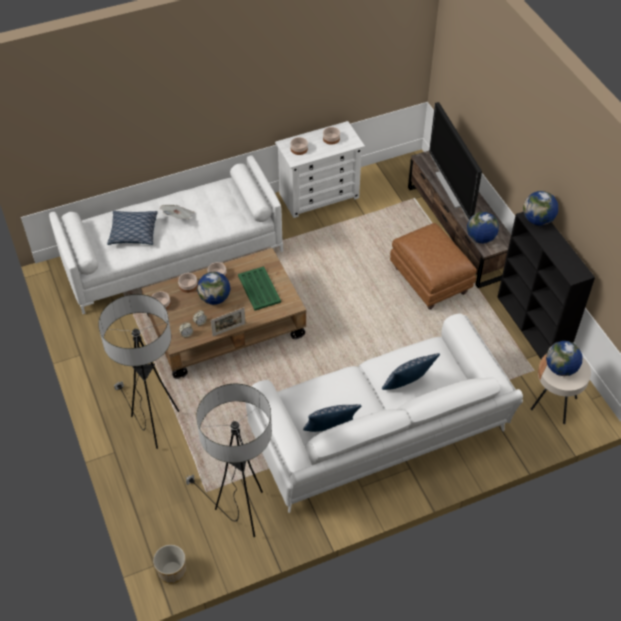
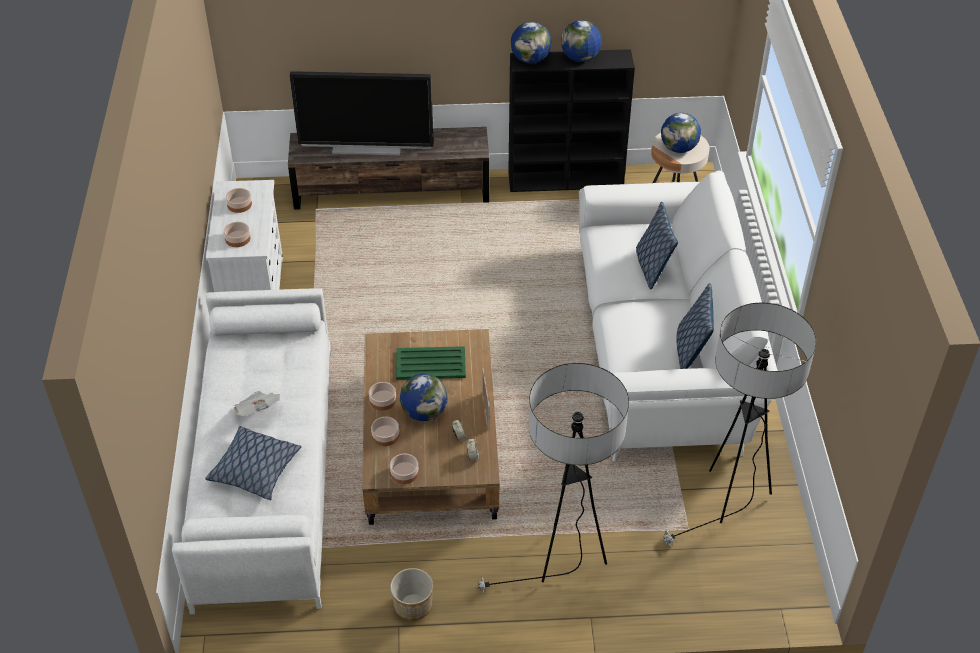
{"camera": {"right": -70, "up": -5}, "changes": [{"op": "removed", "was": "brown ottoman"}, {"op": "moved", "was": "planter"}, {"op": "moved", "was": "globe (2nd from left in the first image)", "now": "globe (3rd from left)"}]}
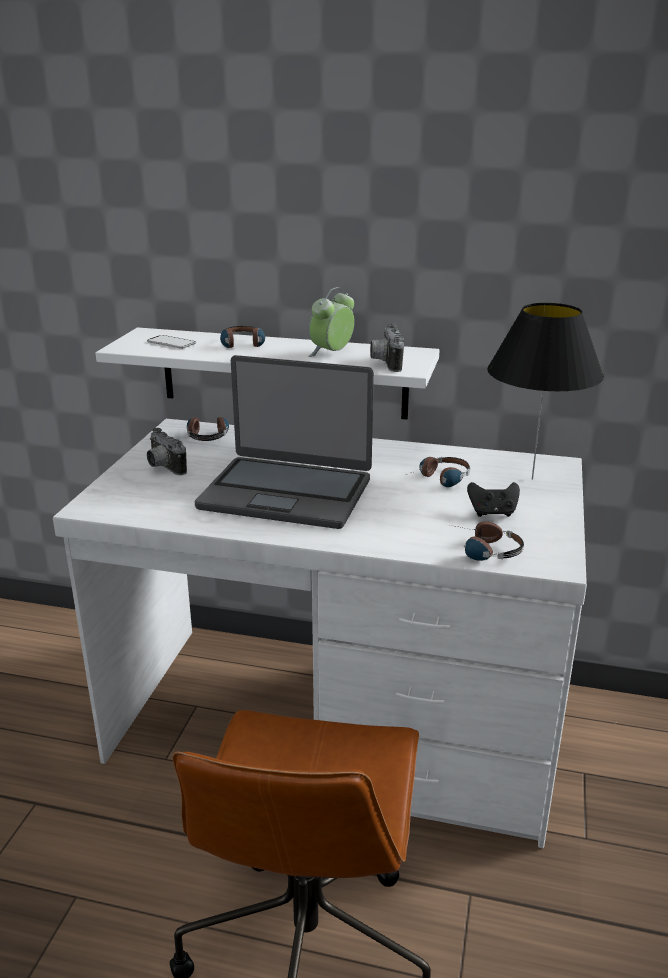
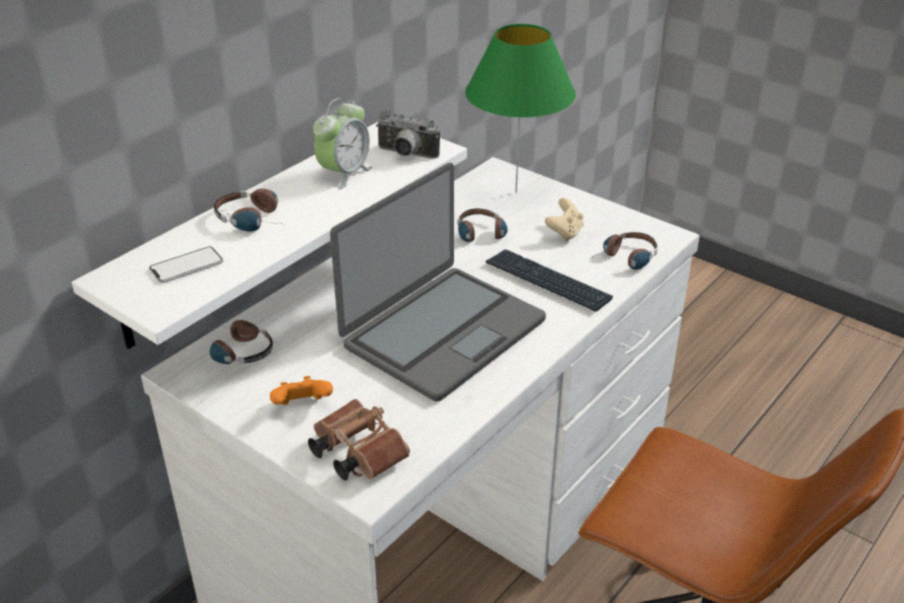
{"camera": {"right": -65, "up": 10}, "changes": [{"op": "added", "now": "brown binoculars"}, {"op": "added", "now": "keyboard"}, {"op": "replaced", "was": "photo camera (1st from left)", "now": "orange game controller"}, {"op": "recoloured", "was": "black game controller", "now": "beige game controller"}, {"op": "recoloured", "was": "black table lamp", "now": "green table lamp"}, {"op": "turned", "was": "alarm clock", "clockwise": -120}]}
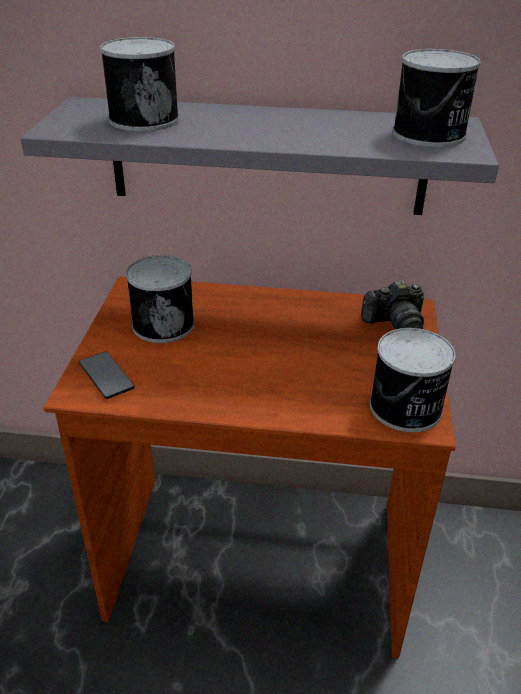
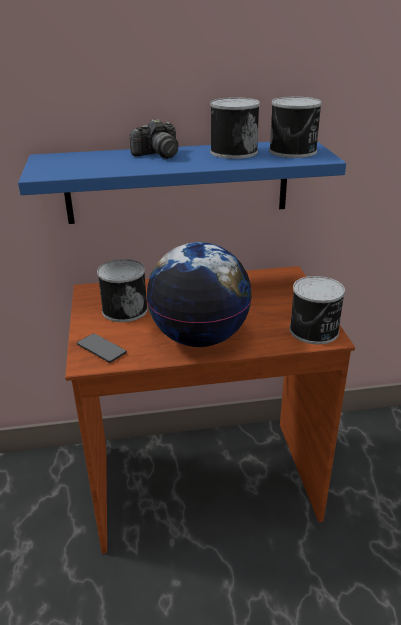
{"camera": {"right": -15, "up": -5}, "changes": [{"op": "added", "now": "globe"}, {"op": "moved", "was": "can (1st from left in the first image)", "now": "can (2nd from left)"}, {"op": "moved", "was": "photo camera"}, {"op": "recoloured", "was": "grey shelf", "now": "blue shelf"}]}
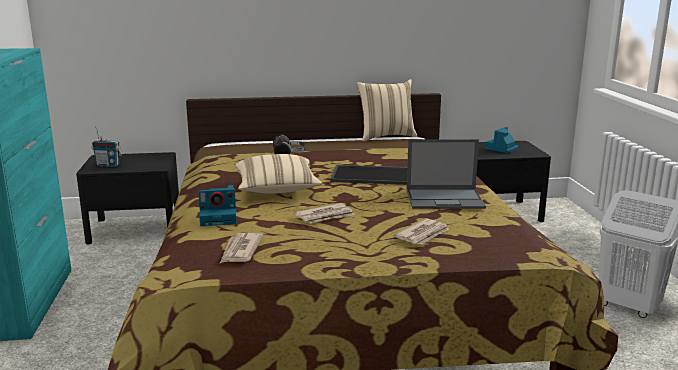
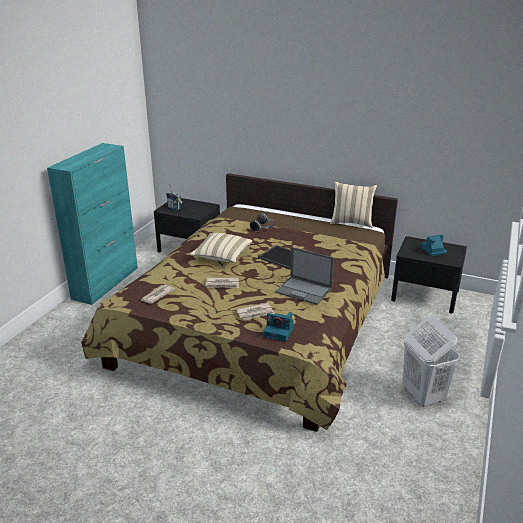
{"camera": {"right": 30, "up": 10}, "changes": [{"op": "moved", "was": "photo camera (1st from left)"}]}
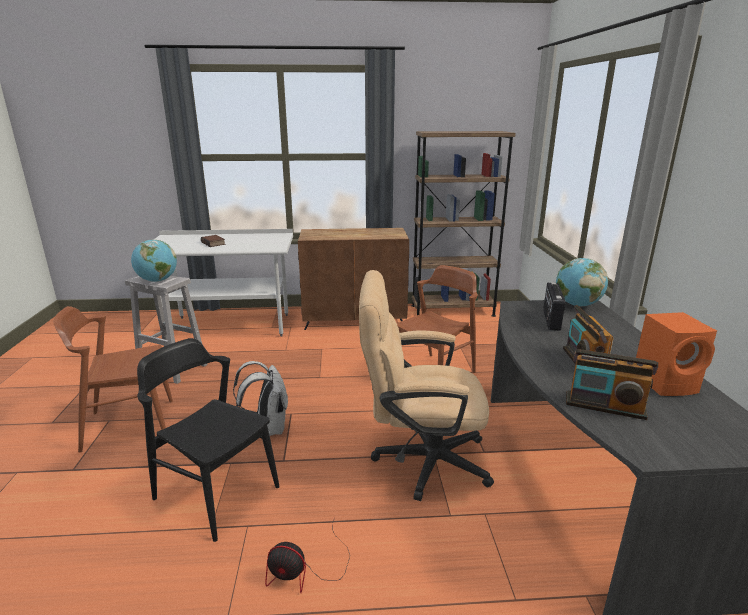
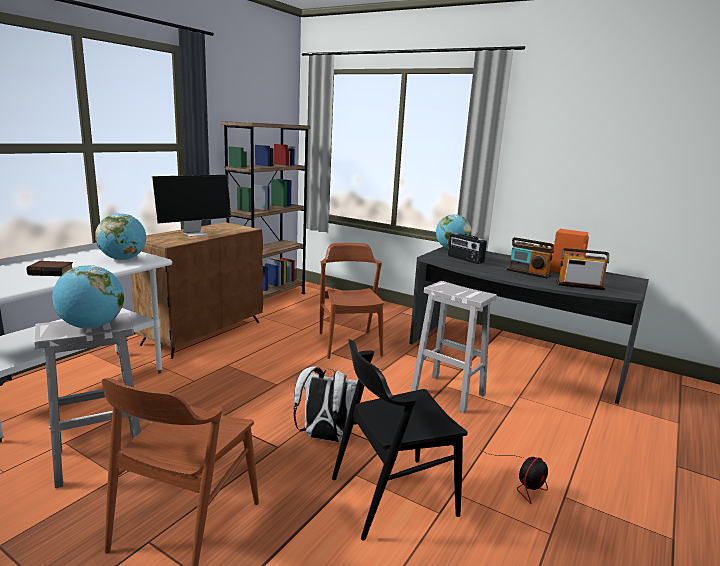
{"camera": {"right": -55, "up": -5}, "changes": [{"op": "added", "now": "globe (2nd from left)"}, {"op": "added", "now": "monitor"}, {"op": "replaced", "was": "beige office chair", "now": "white stool (2nd from left)"}, {"op": "turned", "was": "radio (3rd from left)", "clockwise": -135}]}
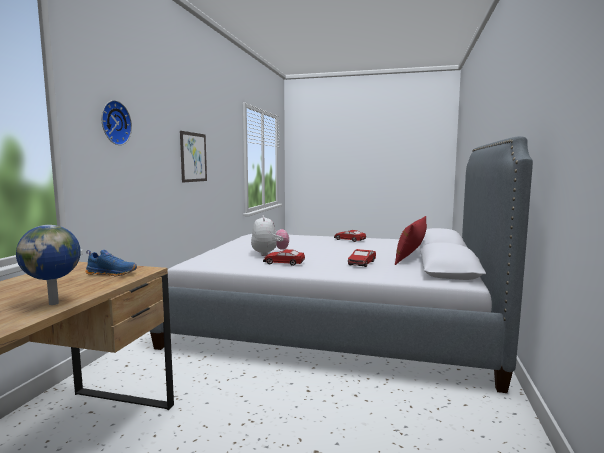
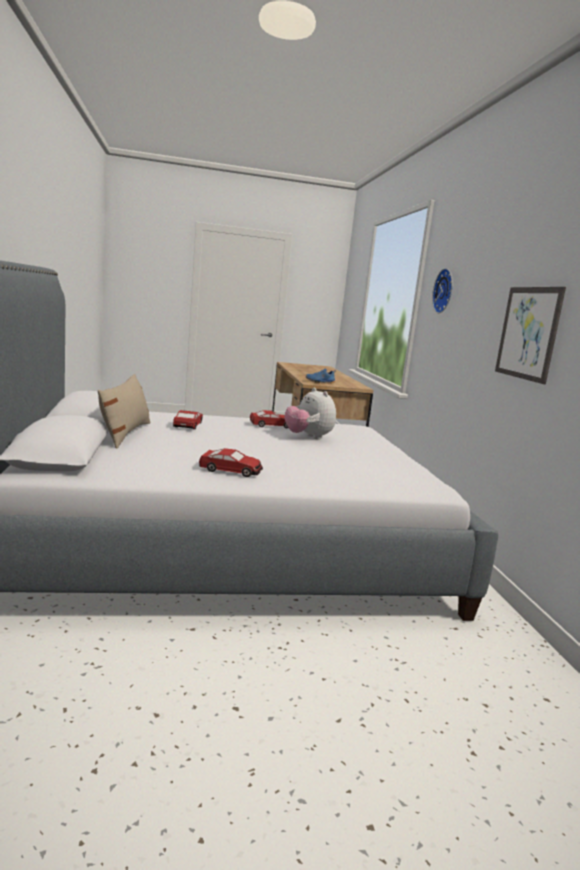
{"camera": {"right": 155, "up": 5}, "changes": [{"op": "removed", "was": "globe"}, {"op": "recoloured", "was": "red pillow", "now": "beige pillow"}]}
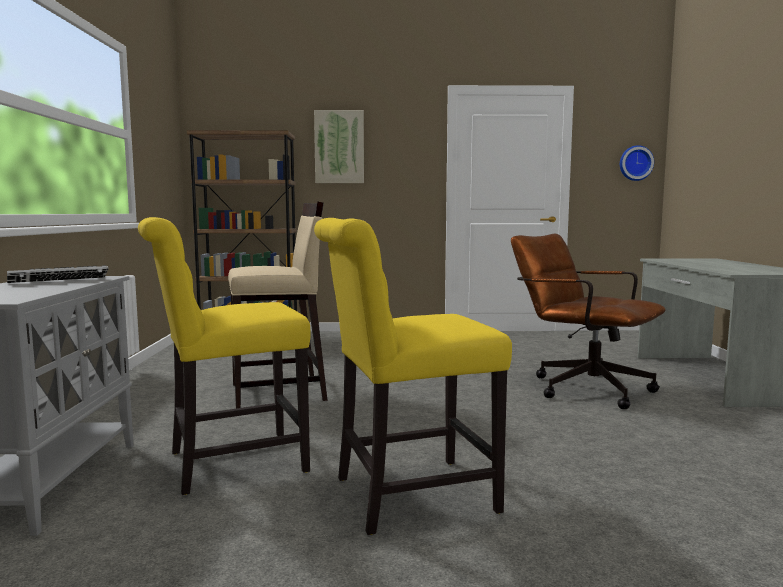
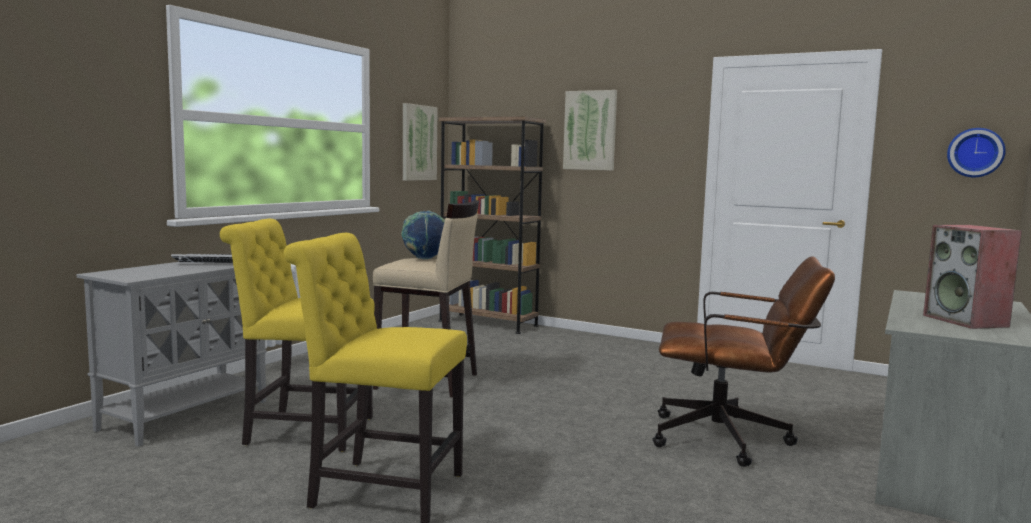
{"camera": {"right": 30, "up": 0}, "changes": [{"op": "added", "now": "globe"}, {"op": "added", "now": "picture (1st from left)"}, {"op": "added", "now": "speaker"}, {"op": "turned", "was": "brown office chair", "clockwise": 120}]}
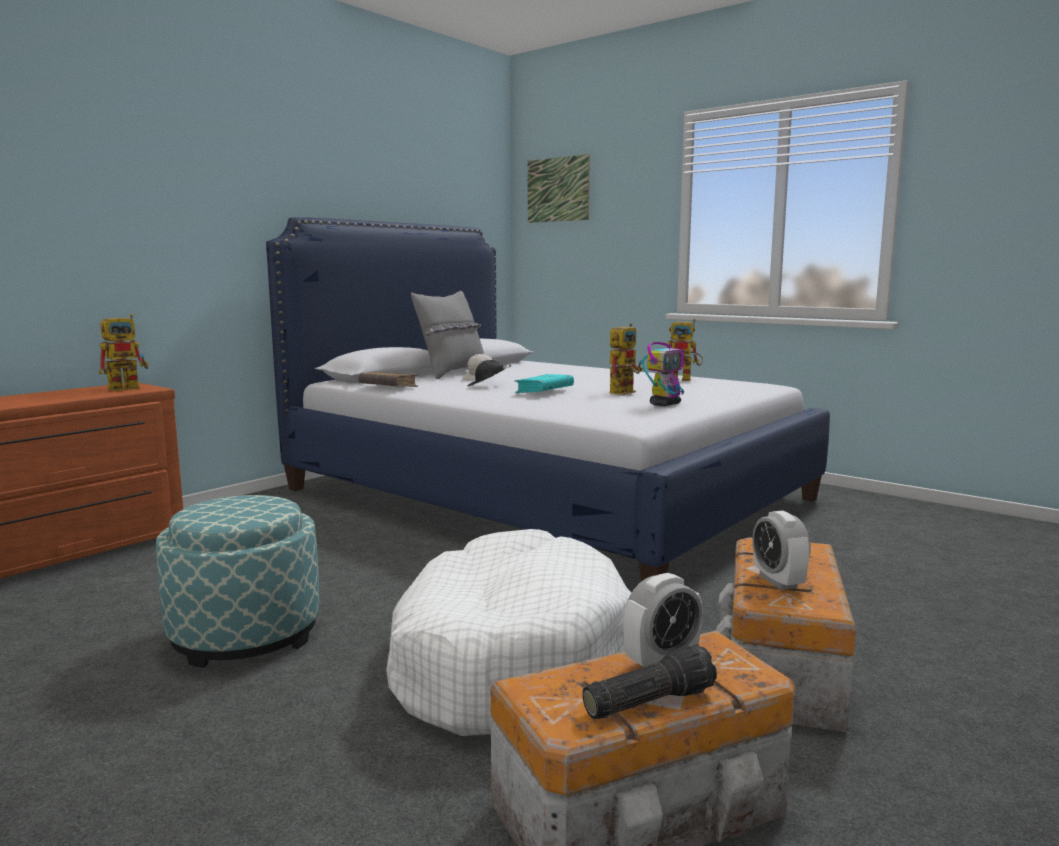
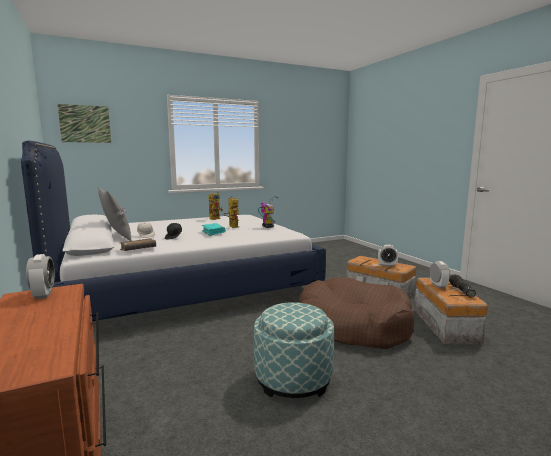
{"camera": {"right": -65, "up": 0}, "changes": [{"op": "replaced", "was": "toy robot (1st from left)", "now": "alarm clock (1st from left)"}, {"op": "recoloured", "was": "white dog bed", "now": "brown dog bed"}]}
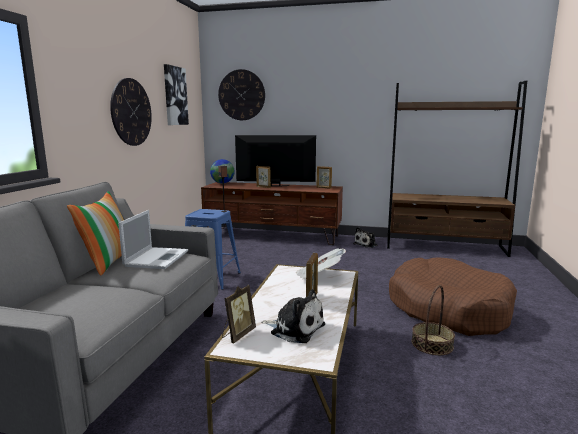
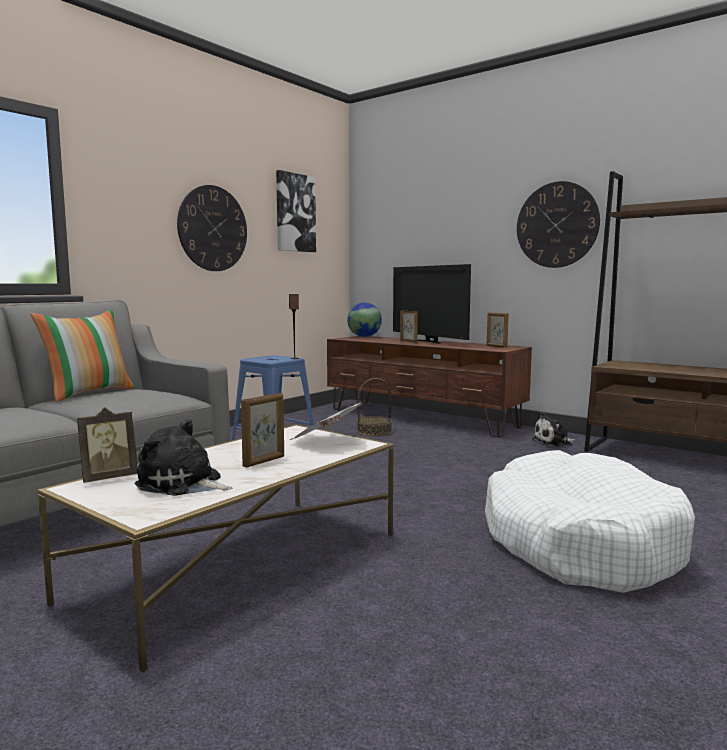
{"camera": {"right": 25, "up": -5}, "changes": [{"op": "removed", "was": "laptop"}, {"op": "moved", "was": "wall clock (2nd from left)"}, {"op": "moved", "was": "basket"}, {"op": "recoloured", "was": "brown dog bed", "now": "white dog bed"}, {"op": "turned", "was": "television", "clockwise": -150}, {"op": "turned", "was": "plush toy (1st from left)", "clockwise": 150}]}
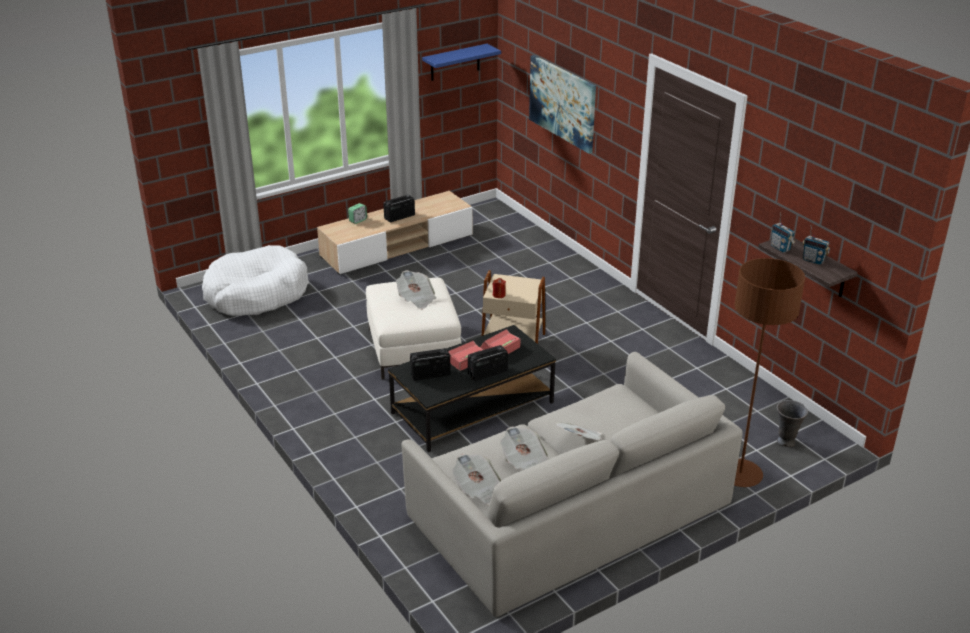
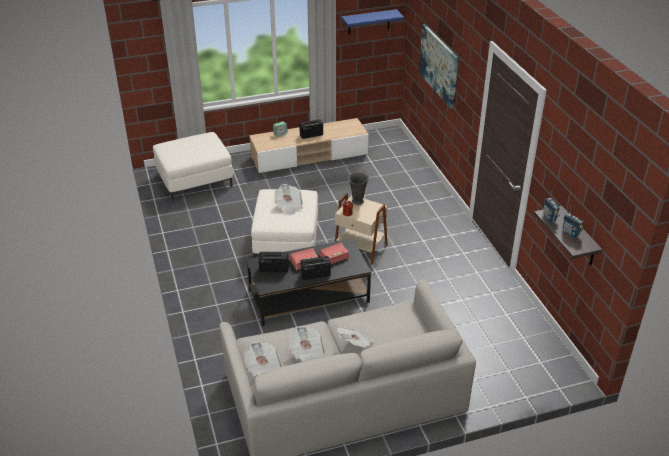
{"camera": {"right": 15, "up": 5}, "changes": [{"op": "removed", "was": "brown floor lamp"}, {"op": "moved", "was": "grey vase"}, {"op": "replaced", "was": "white dog bed", "now": "white ottoman (1st from left)"}]}
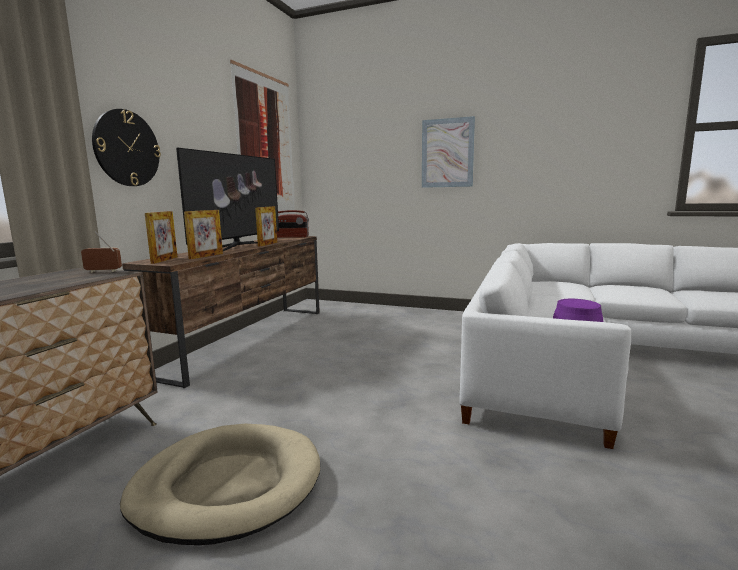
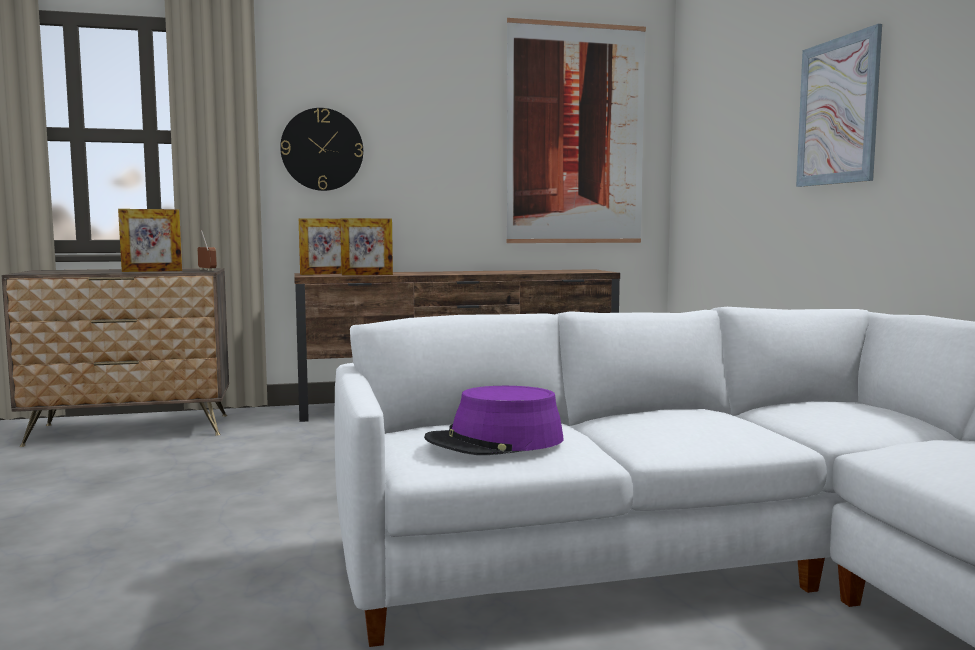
{"camera": {"right": 55, "up": -5}, "changes": [{"op": "removed", "was": "beige dog bed"}, {"op": "removed", "was": "television"}, {"op": "removed", "was": "radio (2nd from left)"}, {"op": "moved", "was": "picture frame (3rd from left in the first image)", "now": "picture frame (1st from left)"}]}
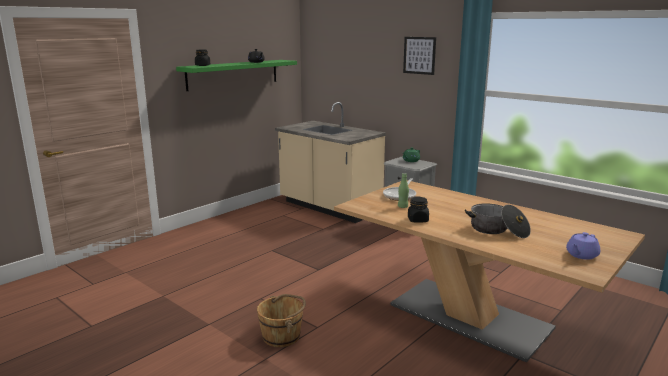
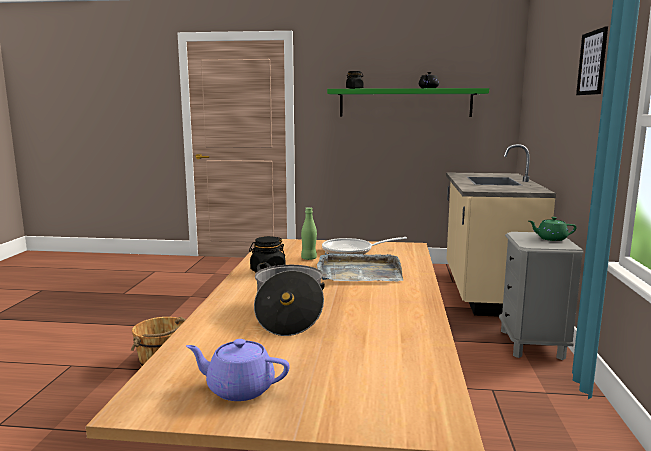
{"camera": {"right": 55, "up": -5}, "changes": [{"op": "added", "now": "grey tray"}]}
